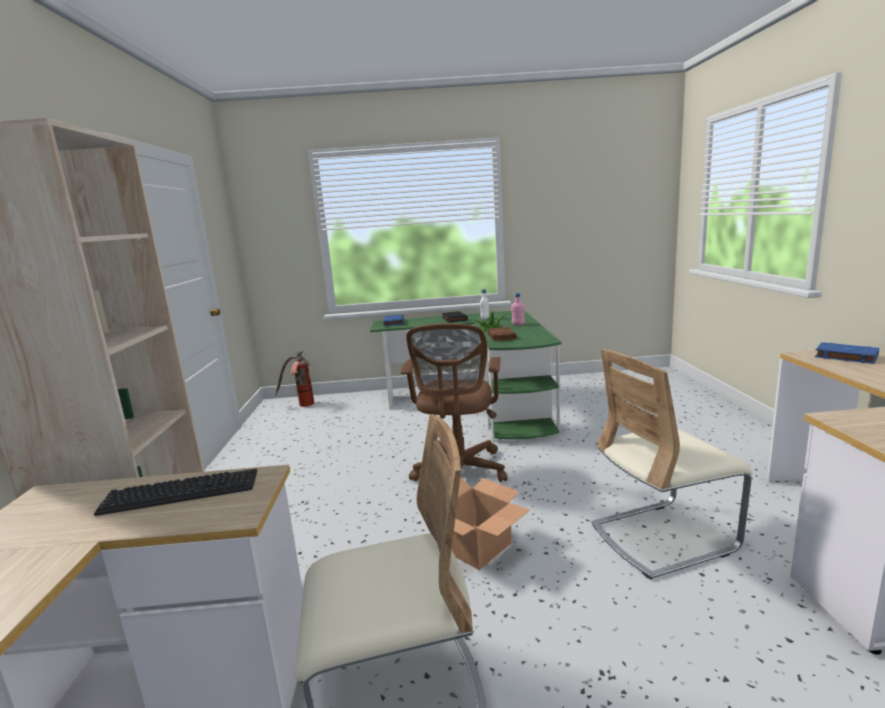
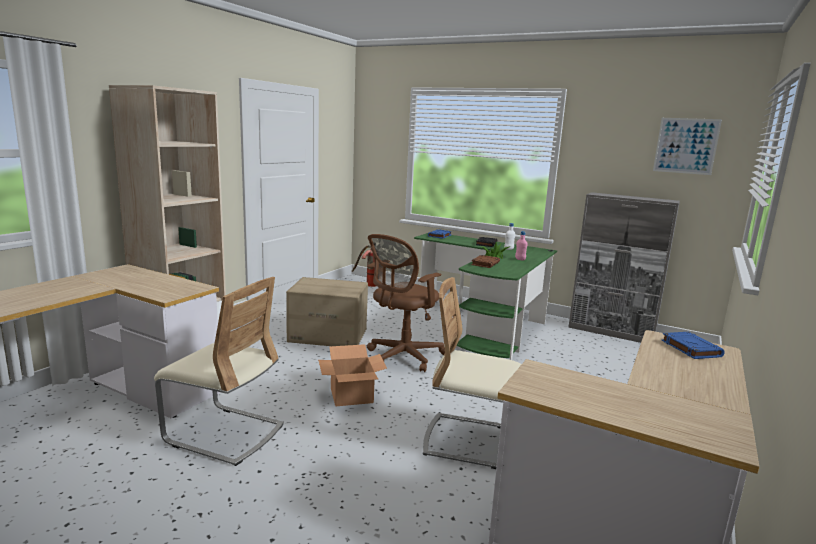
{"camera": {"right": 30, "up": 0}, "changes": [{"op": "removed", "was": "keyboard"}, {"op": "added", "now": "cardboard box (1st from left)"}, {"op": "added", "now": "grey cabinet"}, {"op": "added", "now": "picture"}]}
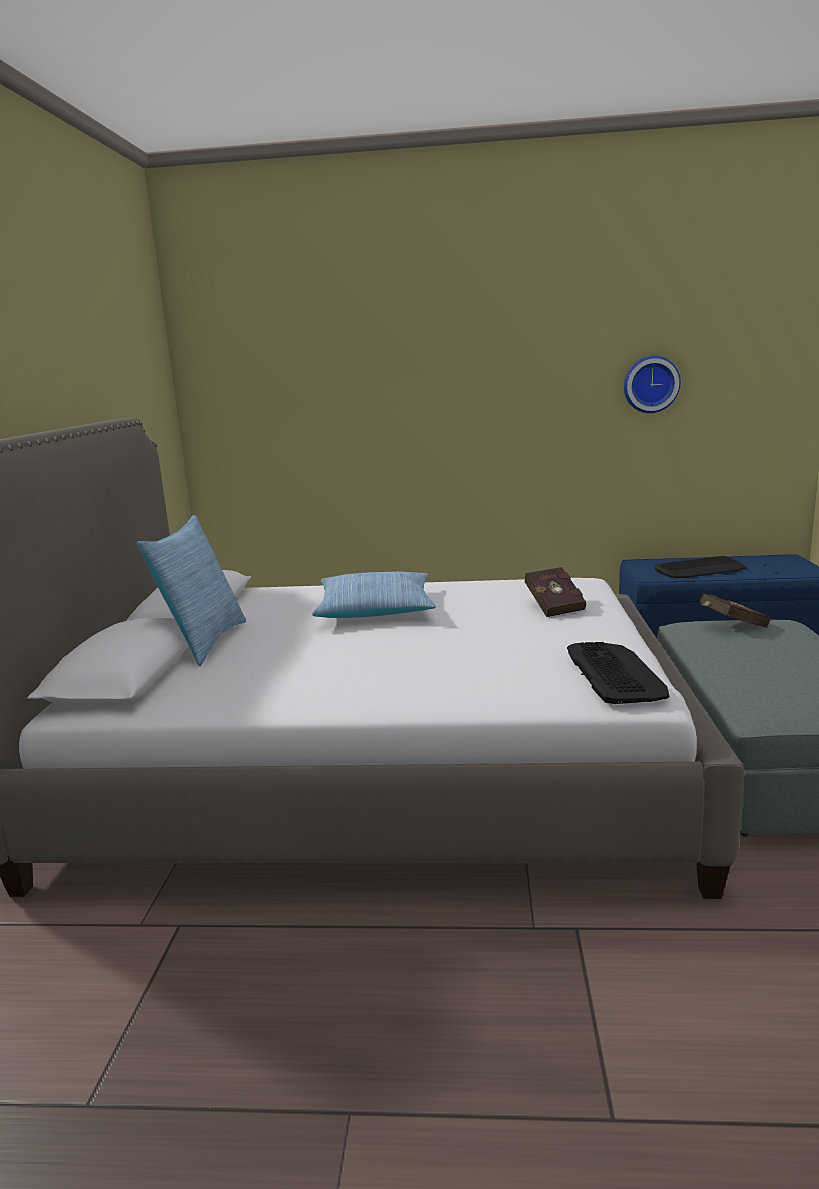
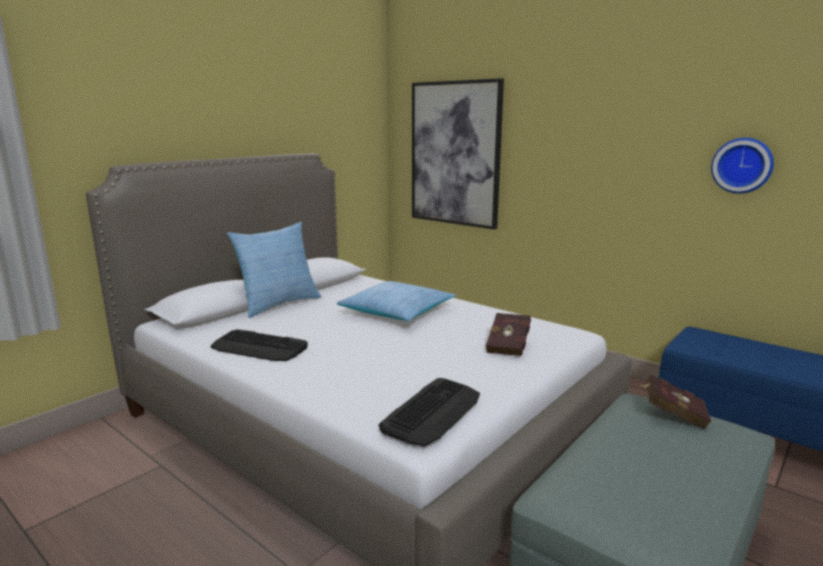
{"camera": {"right": 35, "up": 0}, "changes": [{"op": "added", "now": "picture"}, {"op": "moved", "was": "keyboard (2nd from left in the first image)", "now": "keyboard (1st from left)"}]}
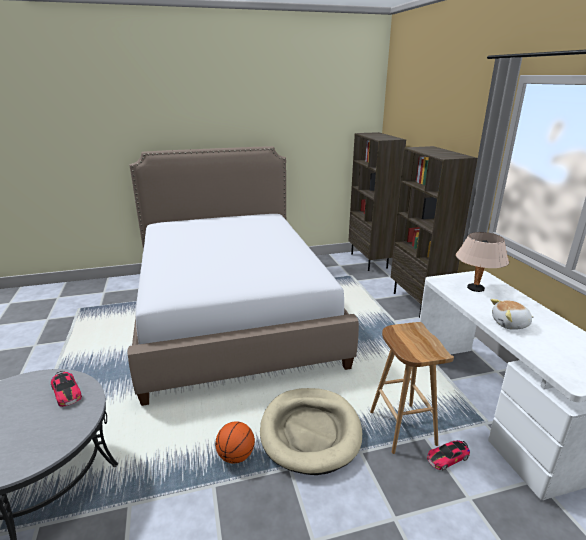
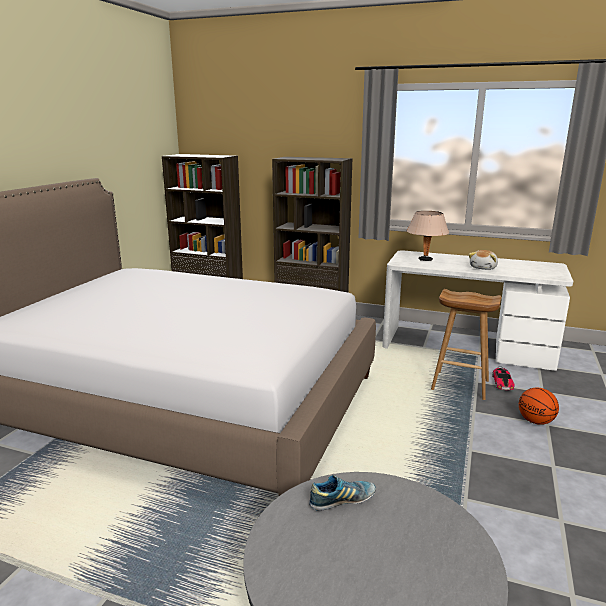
{"camera": {"right": -55, "up": -5}, "changes": [{"op": "removed", "was": "beige dog bed"}, {"op": "moved", "was": "basketball"}, {"op": "replaced", "was": "toy car (1st from left)", "now": "shoe"}]}
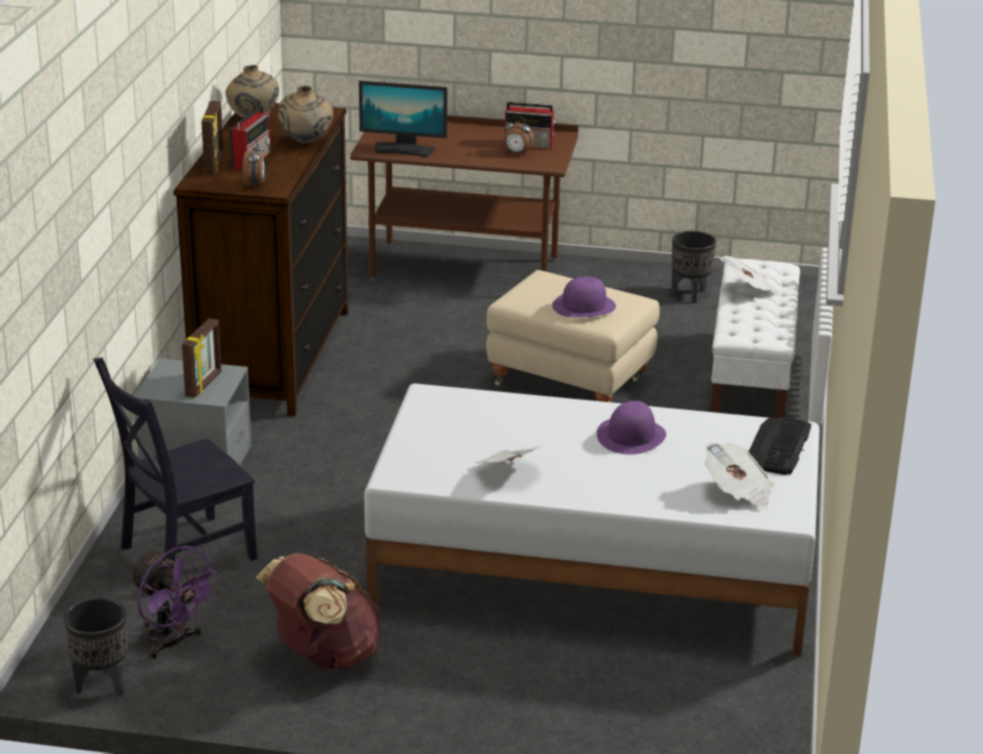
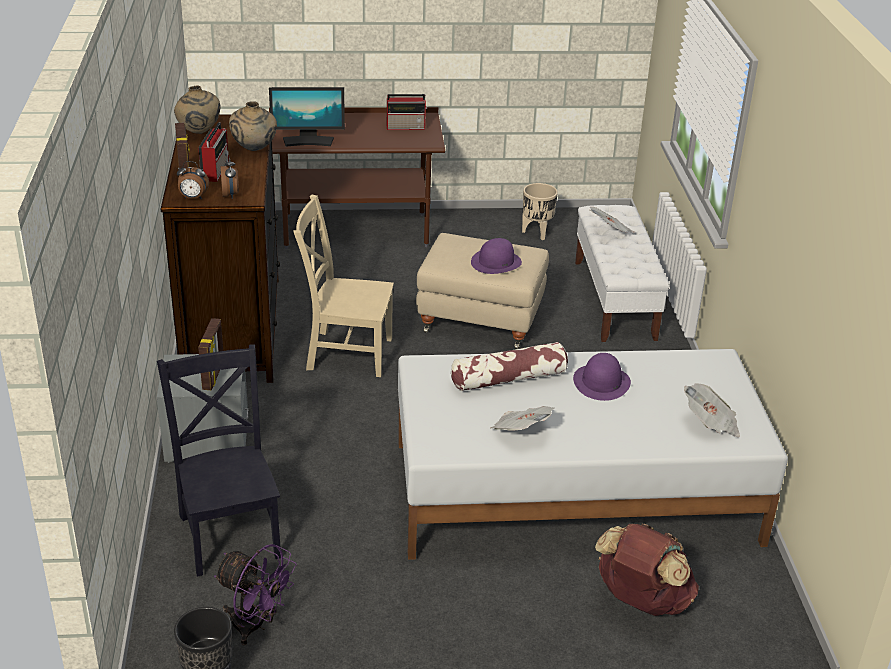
{"camera": {"right": -15, "up": 5}, "changes": [{"op": "removed", "was": "keyboard"}, {"op": "added", "now": "beige chair"}, {"op": "added", "now": "pillow"}, {"op": "moved", "was": "brown backpack"}, {"op": "moved", "was": "alarm clock (2nd from left in the first image)", "now": "alarm clock (1st from left)"}, {"op": "recoloured", "was": "black planter (2nd from left)", "now": "beige planter"}, {"op": "turned", "was": "black chair", "clockwise": 120}]}
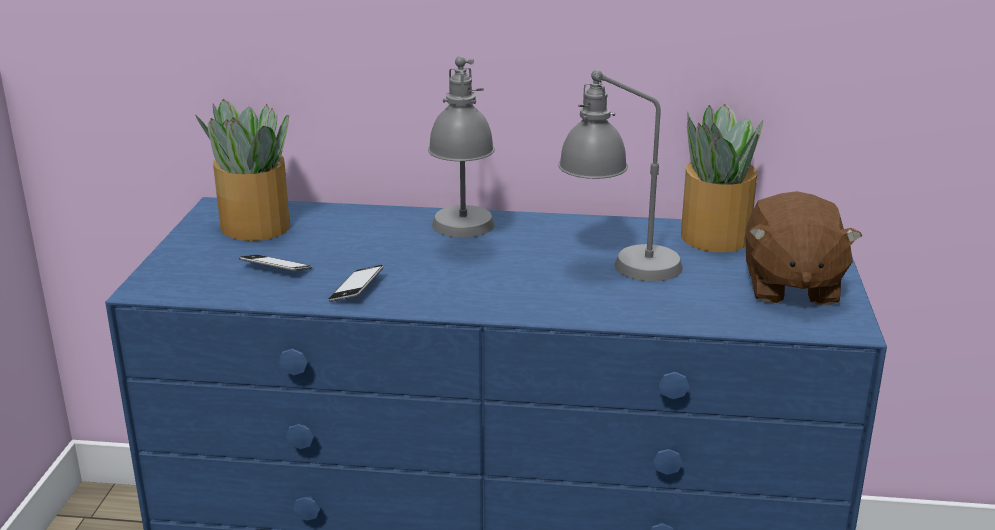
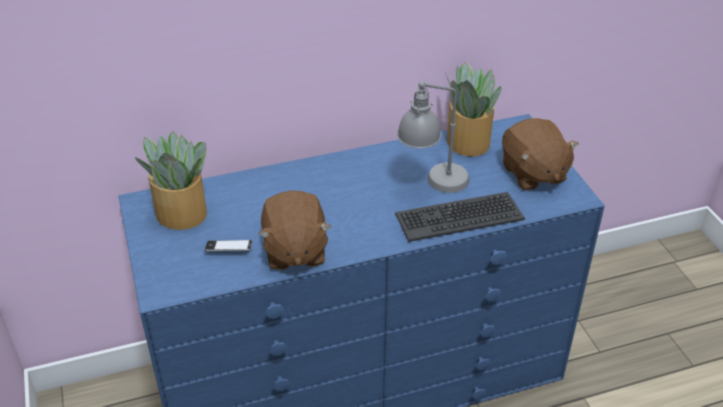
{"camera": {"right": -25, "up": 15}, "changes": [{"op": "removed", "was": "grey table lamp (1st from left)"}, {"op": "added", "now": "keyboard"}, {"op": "replaced", "was": "phone (2nd from left)", "now": "brown plush toy (1st from left)"}]}
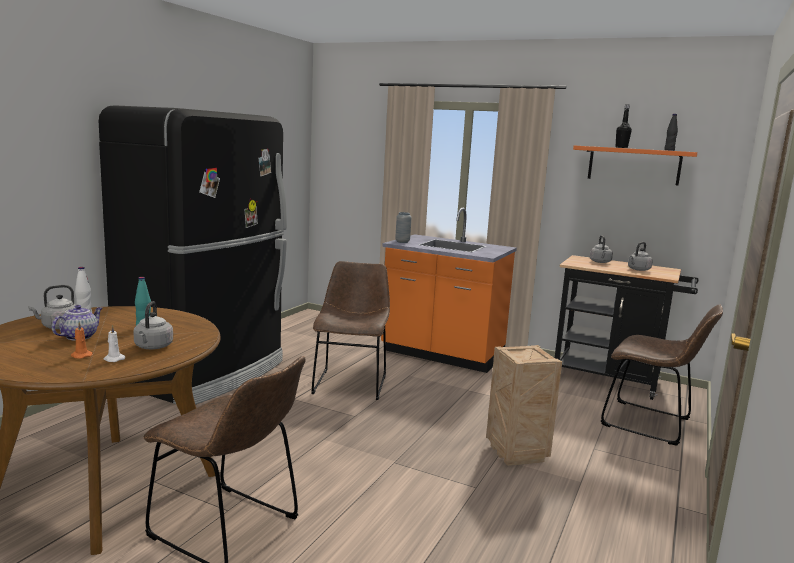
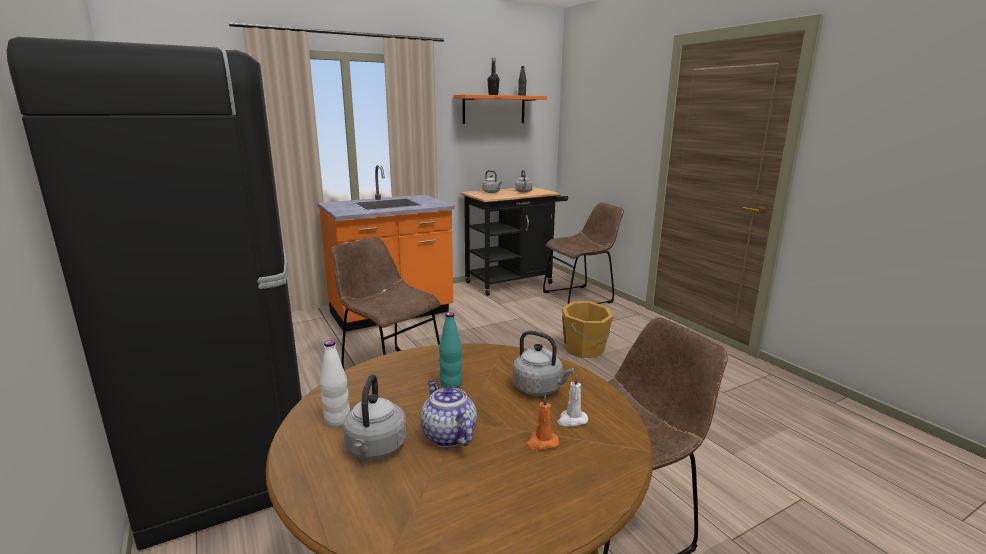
{"camera": {"right": -55, "up": 5}, "changes": [{"op": "removed", "was": "grey vase"}, {"op": "replaced", "was": "crate", "now": "orange bucket"}]}
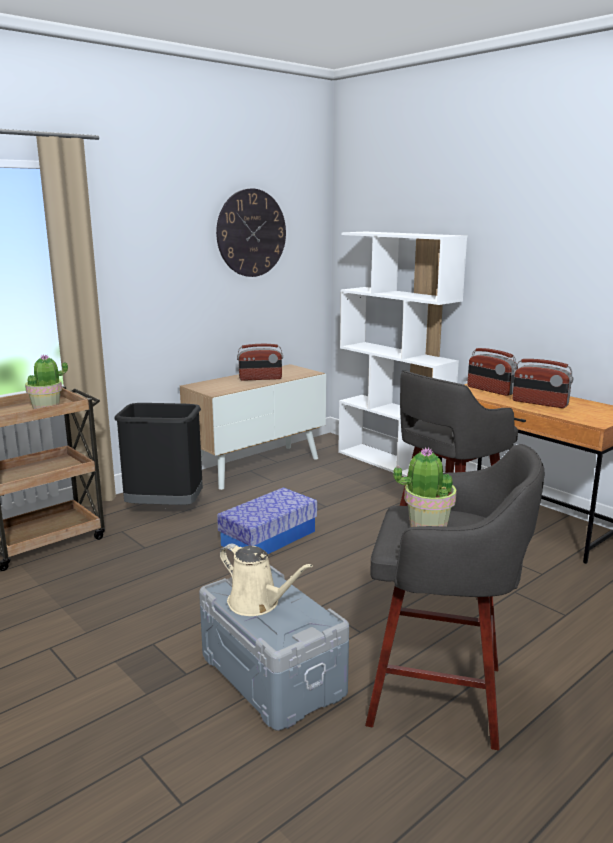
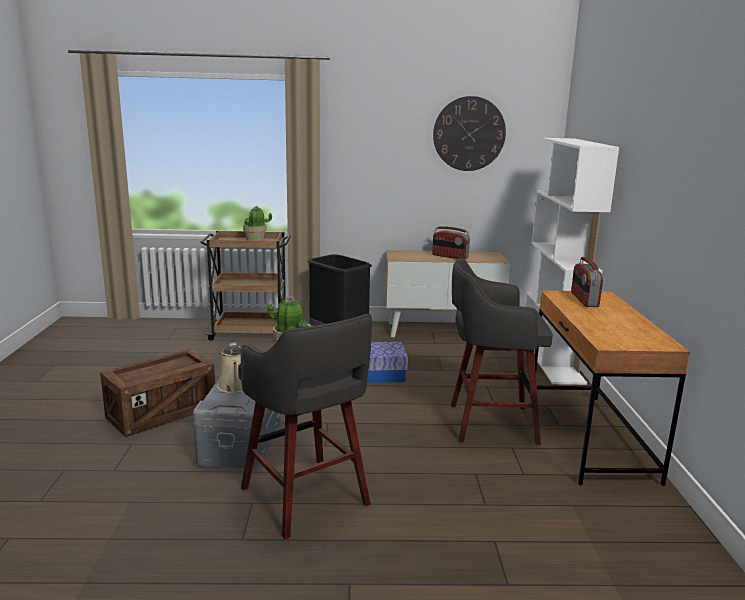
{"camera": {"right": 40, "up": 0}, "changes": [{"op": "removed", "was": "radio (3rd from left)"}, {"op": "added", "now": "crate"}]}
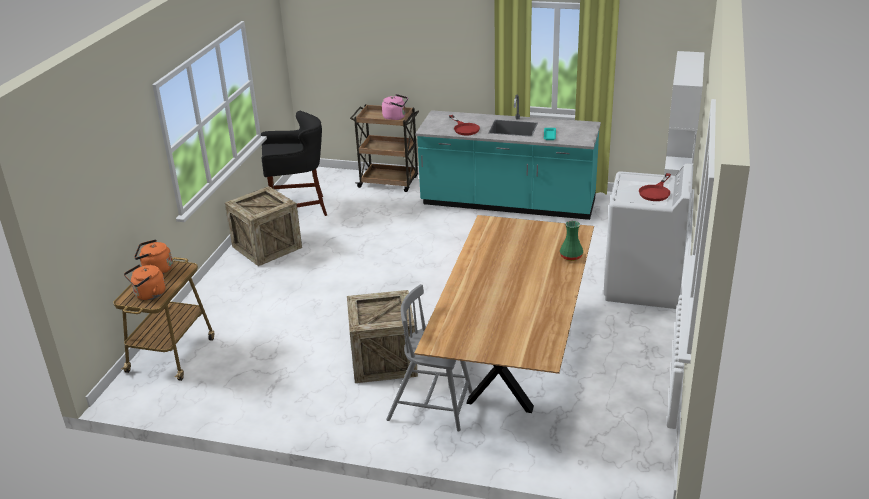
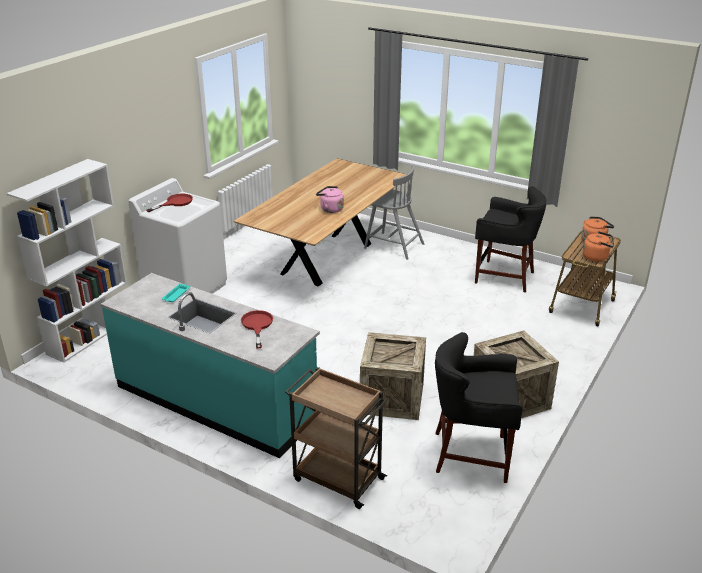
{"camera": {"right": -165, "up": 0}, "changes": [{"op": "removed", "was": "green vase"}, {"op": "added", "now": "black stool (2nd from left)"}, {"op": "moved", "was": "crate (2nd from left in the first image)", "now": "crate (1st from left)"}, {"op": "moved", "was": "pink kettle"}]}
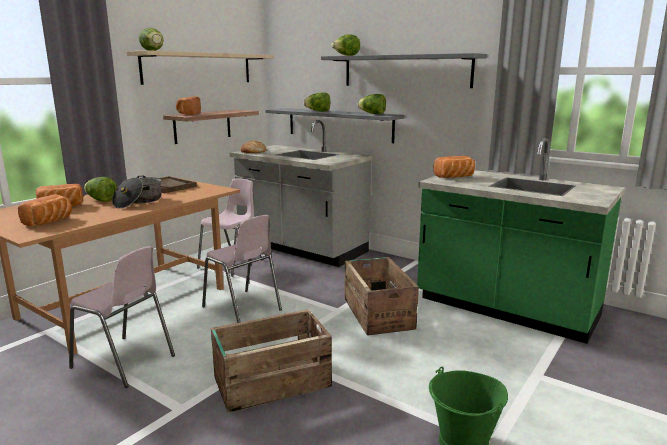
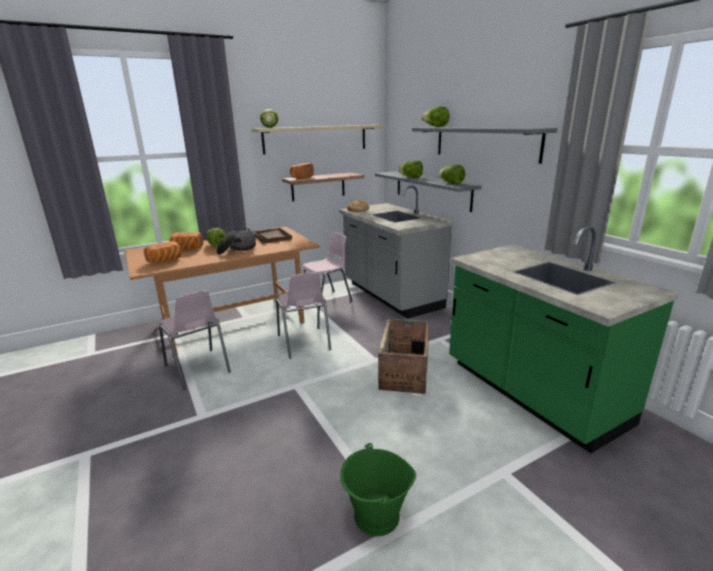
{"camera": {"right": 25, "up": 5}, "changes": [{"op": "removed", "was": "crate (1st from left)"}, {"op": "removed", "was": "bread (5th from left)"}]}
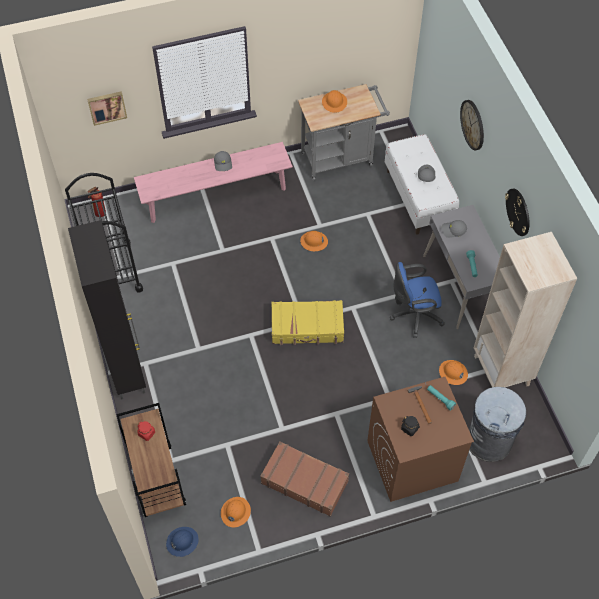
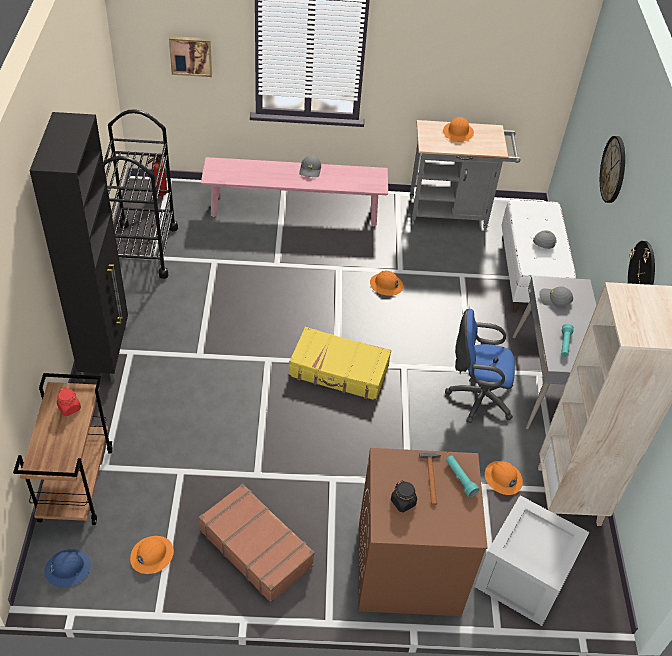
{"camera": {"right": 15, "up": -10}, "changes": [{"op": "replaced", "was": "grey trash can", "now": "crate"}]}
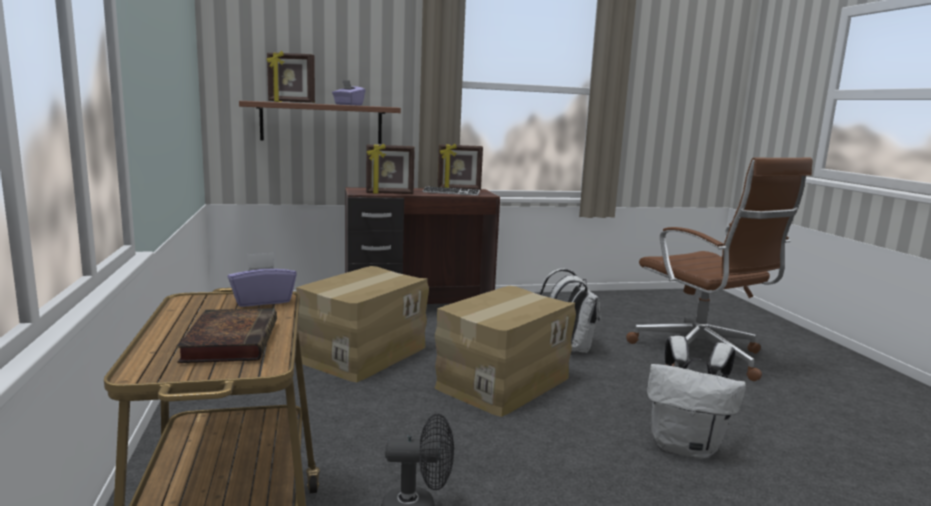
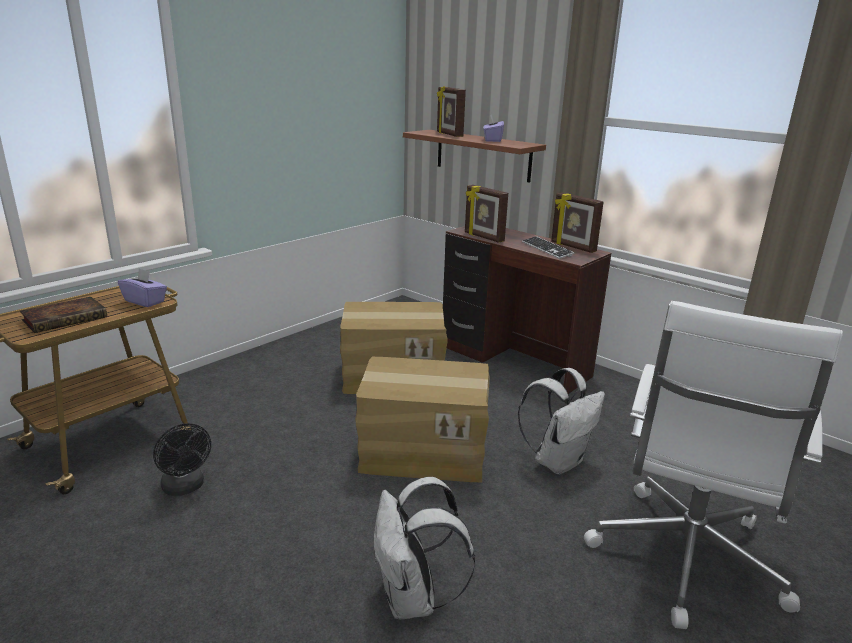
{"camera": {"right": 55, "up": 10}, "changes": [{"op": "recoloured", "was": "brown office chair", "now": "white office chair"}]}
